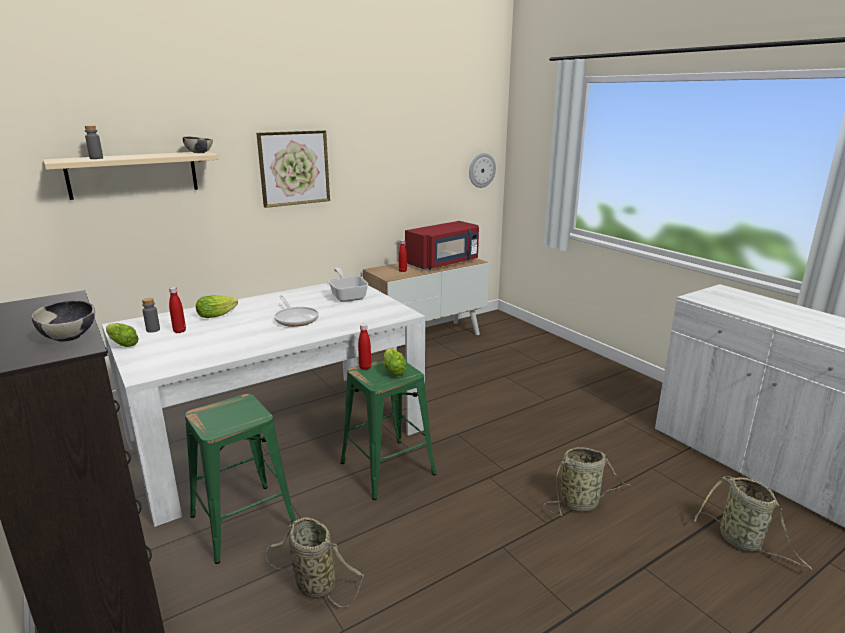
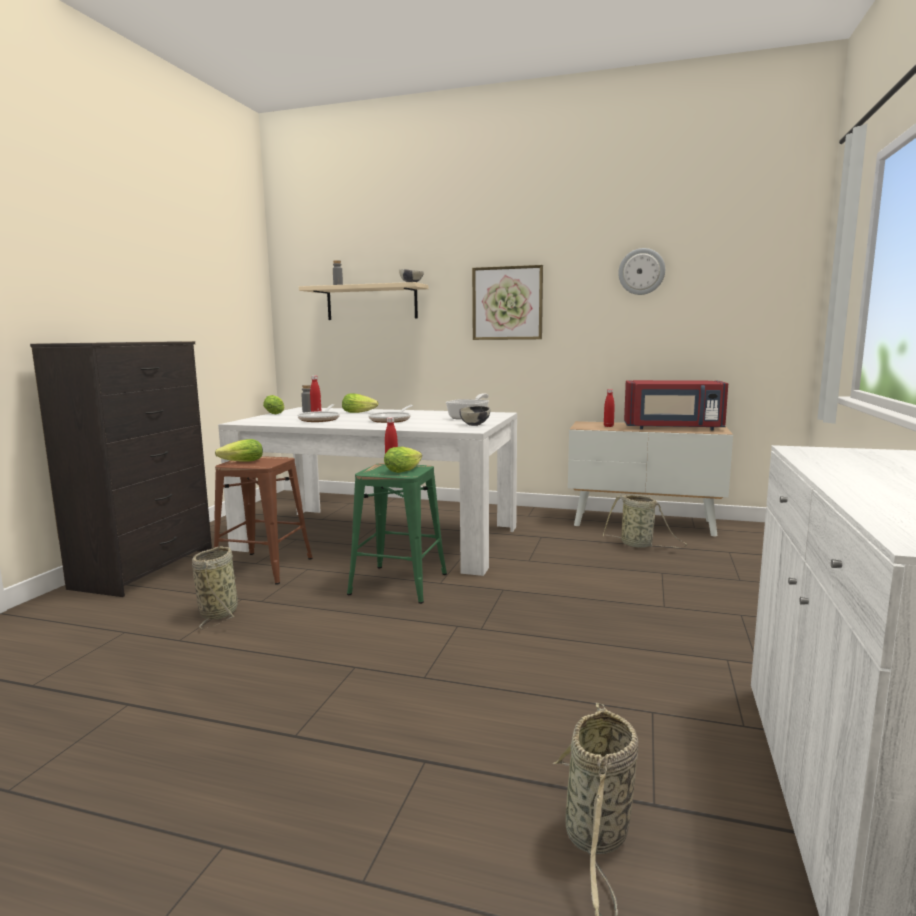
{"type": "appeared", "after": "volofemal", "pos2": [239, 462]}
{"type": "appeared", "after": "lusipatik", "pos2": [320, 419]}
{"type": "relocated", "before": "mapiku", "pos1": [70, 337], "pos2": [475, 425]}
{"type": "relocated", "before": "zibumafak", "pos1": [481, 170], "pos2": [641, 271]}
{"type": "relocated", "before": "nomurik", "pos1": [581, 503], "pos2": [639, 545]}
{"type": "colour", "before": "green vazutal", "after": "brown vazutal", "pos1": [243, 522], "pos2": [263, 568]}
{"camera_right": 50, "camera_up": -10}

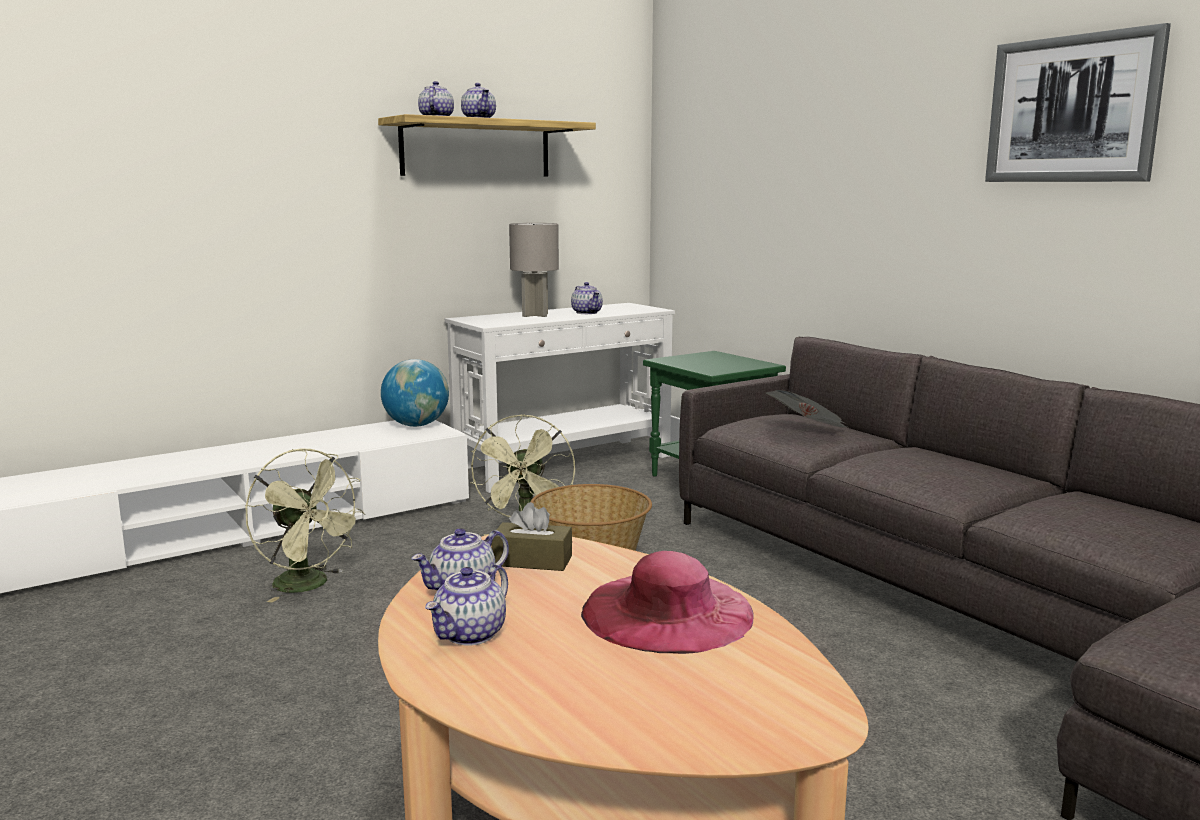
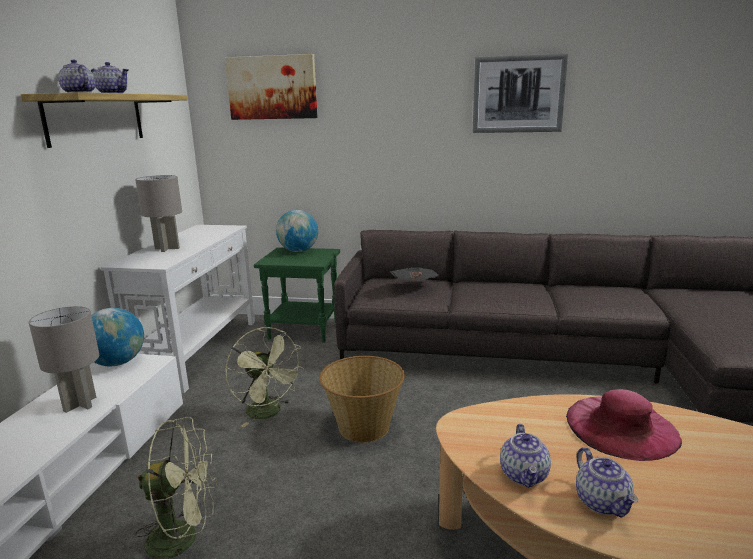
{"type": "missing", "before": "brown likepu", "pos1": [532, 561]}
{"type": "missing", "before": "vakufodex", "pos1": [587, 313]}
{"type": "appeared", "after": "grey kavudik", "pos2": [80, 404]}
{"type": "appeared", "after": "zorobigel", "pos2": [272, 87]}
{"type": "appeared", "after": "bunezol", "pos2": [298, 251]}
{"camera_right": -45, "camera_up": 5}

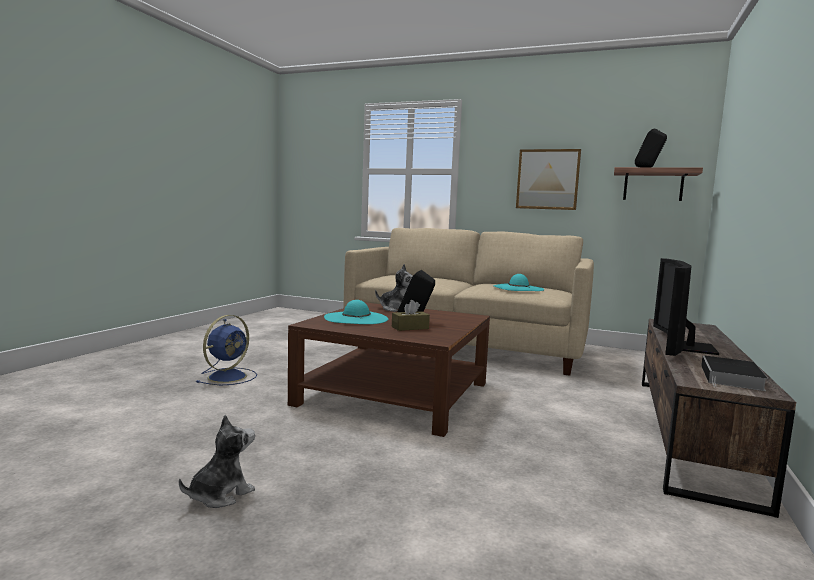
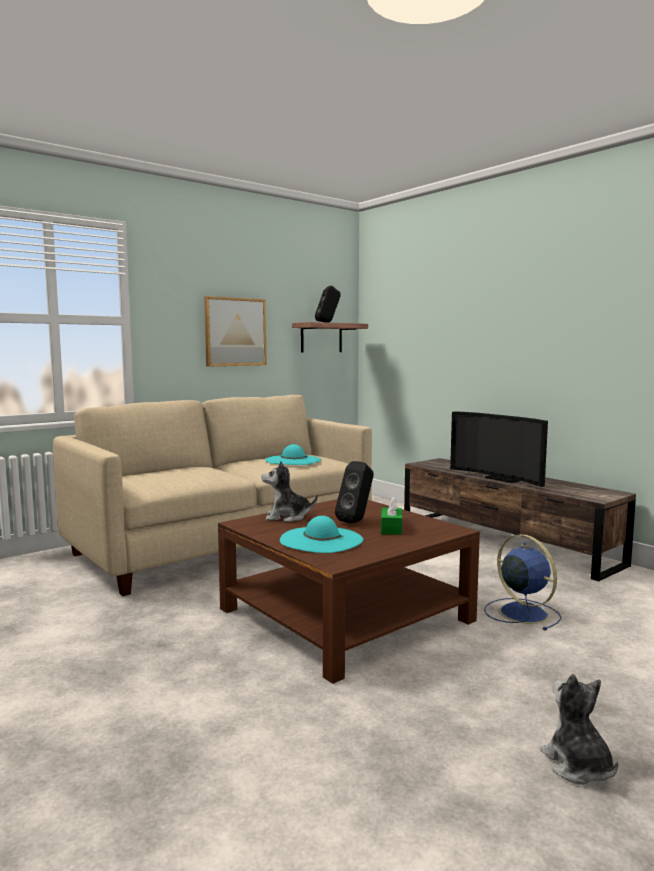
{"type": "missing", "before": "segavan", "pos1": [732, 378]}
{"type": "relocated", "before": "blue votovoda", "pos1": [228, 376], "pos2": [521, 612]}
{"type": "colour", "before": "brown likepu", "after": "green likepu", "pos1": [410, 328], "pos2": [391, 528]}
{"type": "spun", "before": "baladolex", "pos1": [397, 309], "pos2": [287, 517], "turn": -135}
{"camera_right": -60, "camera_up": 0}

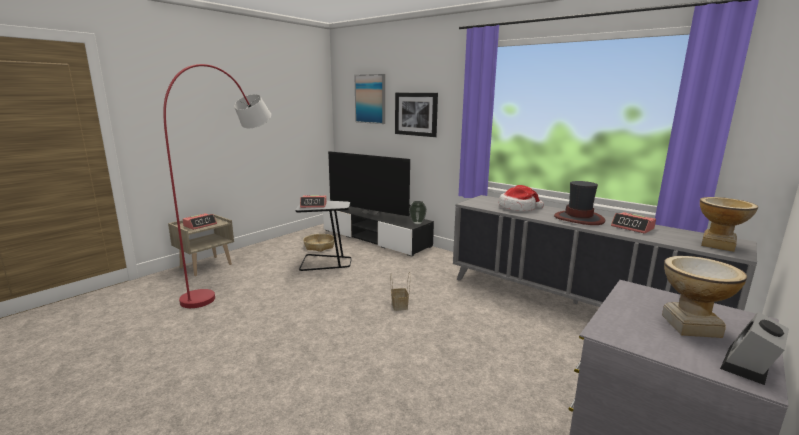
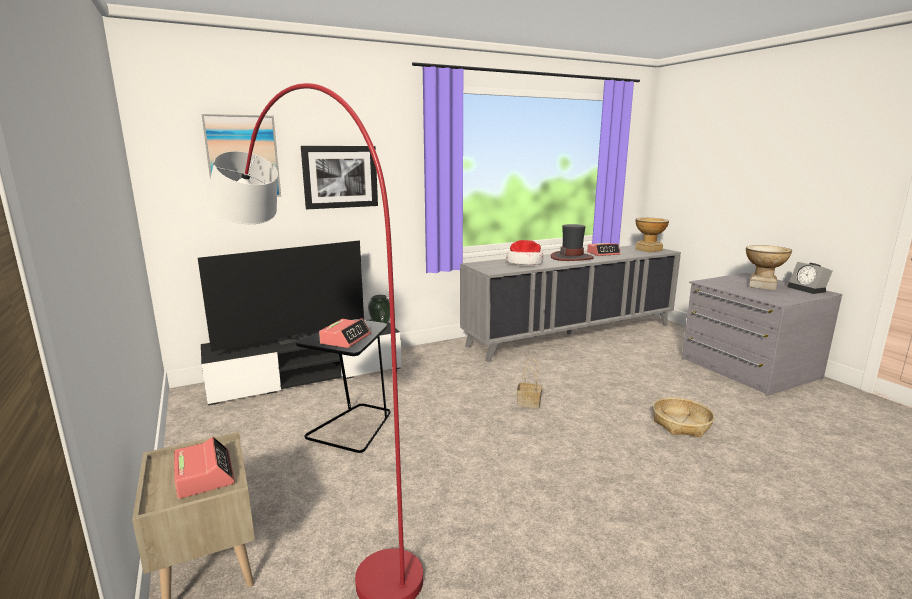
{"type": "relocated", "before": "nomurik", "pos1": [319, 246], "pos2": [680, 424]}
{"camera_right": -65, "camera_up": 0}

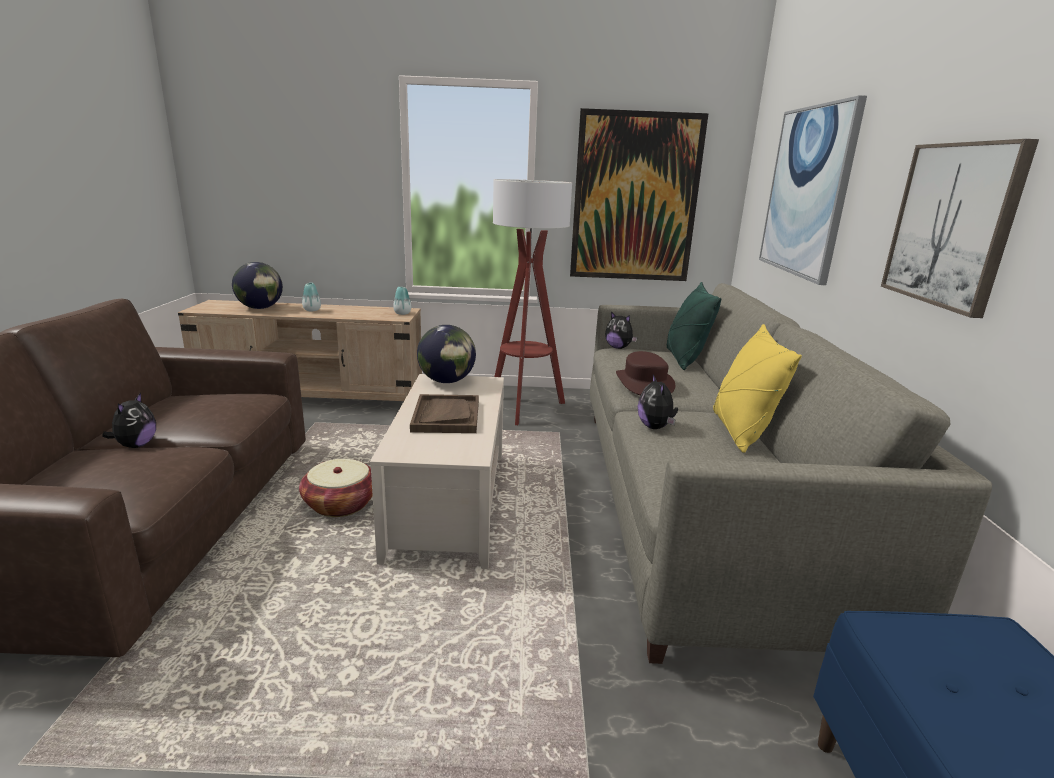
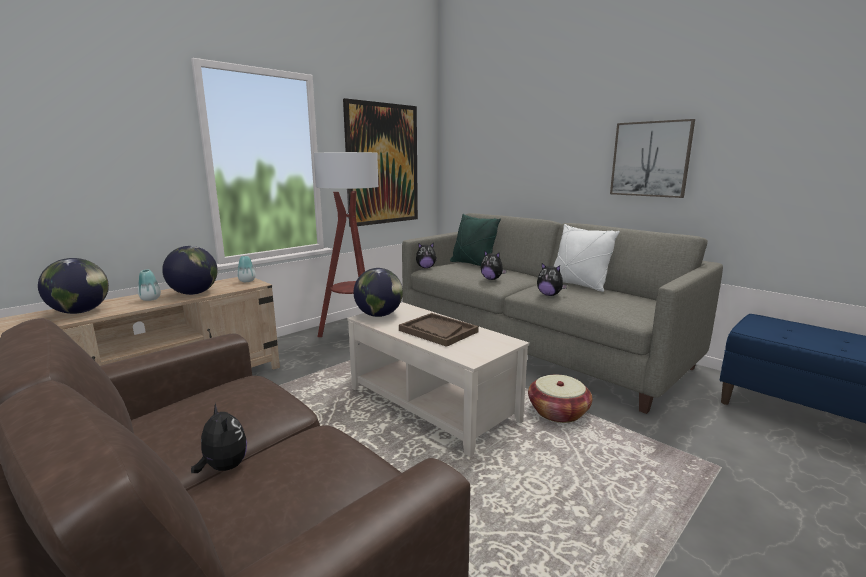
{"type": "missing", "before": "zorobigel", "pos1": [807, 192]}
{"type": "appeared", "after": "bunezol", "pos2": [194, 293]}
{"type": "relocated", "before": "nomurik", "pos1": [341, 504], "pos2": [558, 412]}
{"type": "exchanged", "before": "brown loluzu", "after": "baladolex", "pos1": [644, 383], "pos2": [492, 279]}
{"type": "colour", "before": "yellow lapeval", "after": "white lapeval", "pos1": [740, 432], "pos2": [578, 285]}
{"camera_right": -45, "camera_up": -5}

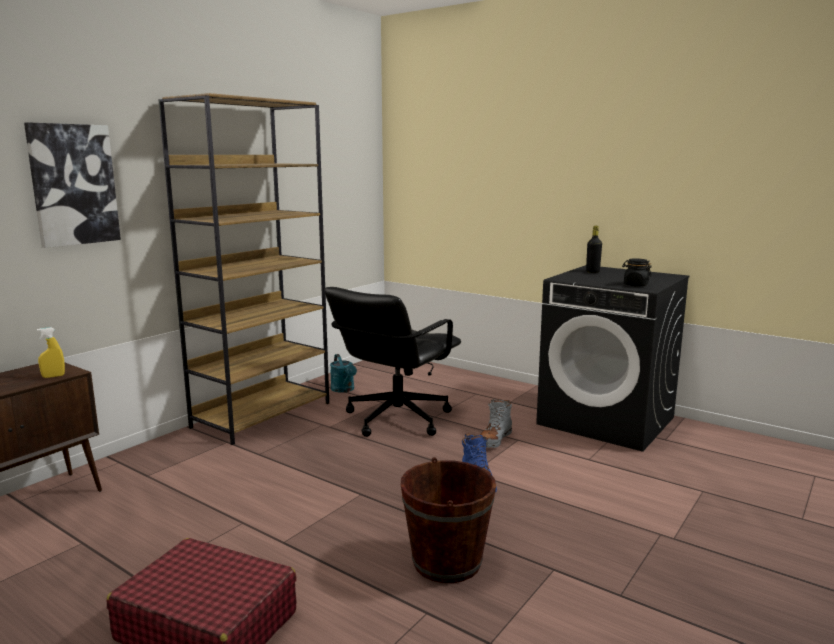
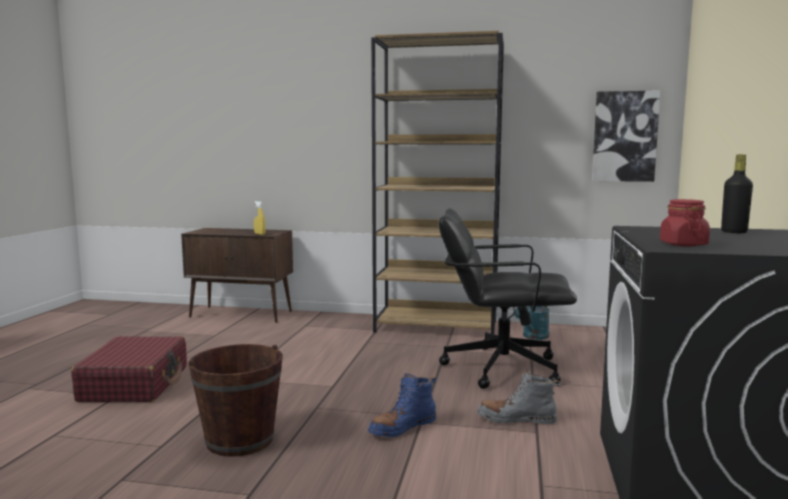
{"type": "relocated", "before": "zorobigel", "pos1": [73, 185], "pos2": [624, 136]}
{"type": "colour", "before": "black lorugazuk", "after": "red lorugazuk", "pos1": [635, 285], "pos2": [683, 244]}
{"camera_right": 65, "camera_up": -5}

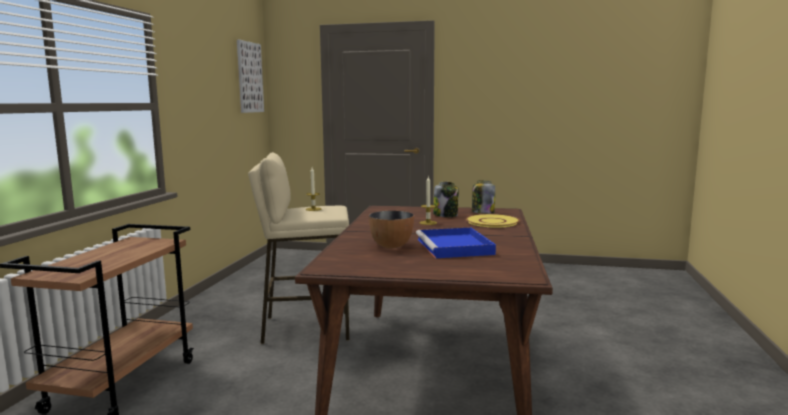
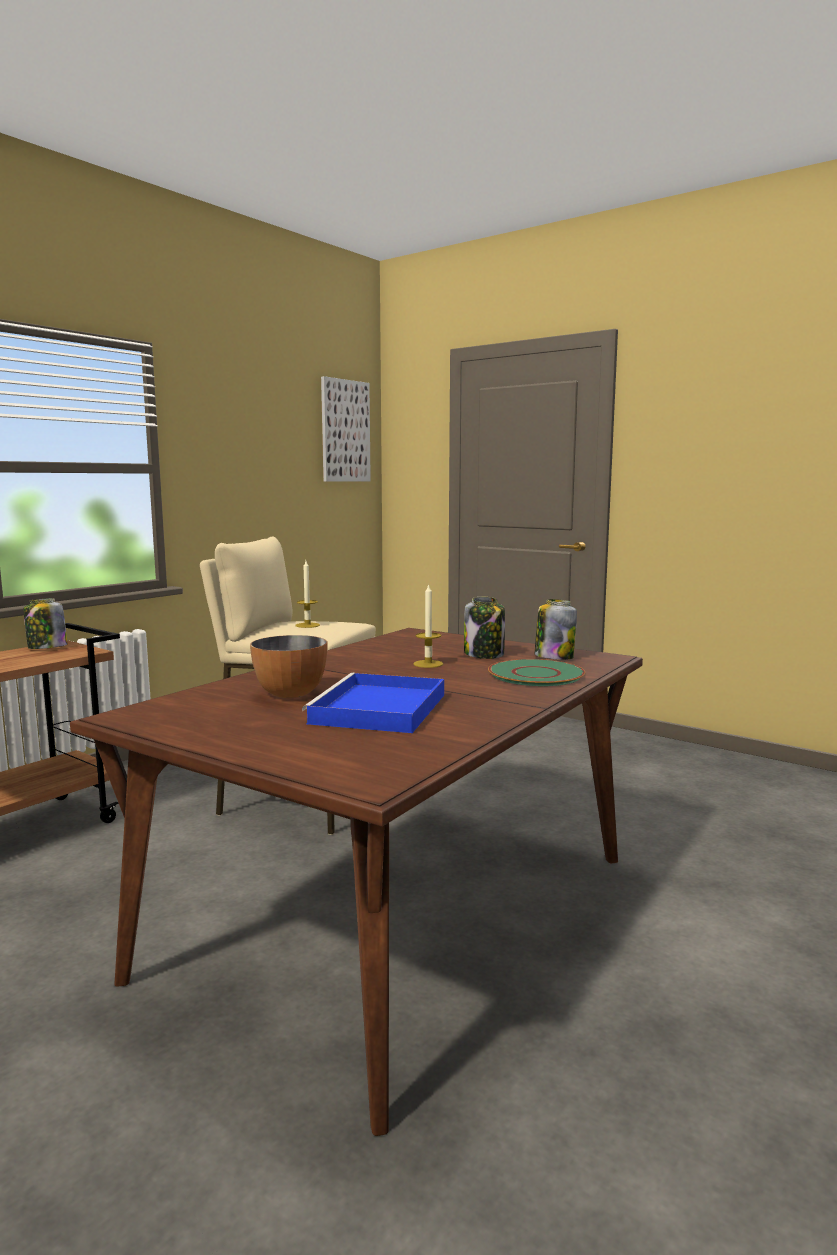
{"type": "appeared", "after": "lorugazuk", "pos2": [46, 647]}
{"type": "colour", "before": "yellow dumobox", "after": "green dumobox", "pos1": [492, 222], "pos2": [536, 674]}
{"camera_right": 25, "camera_up": 0}

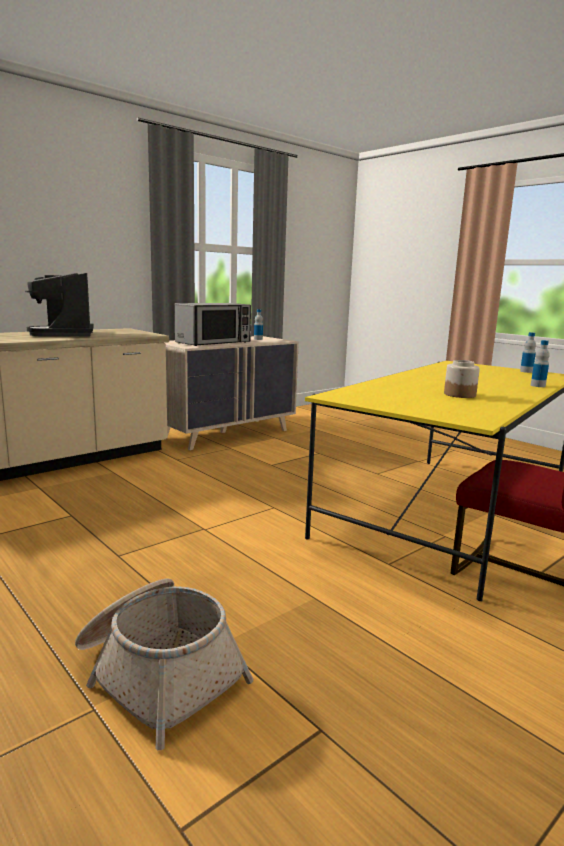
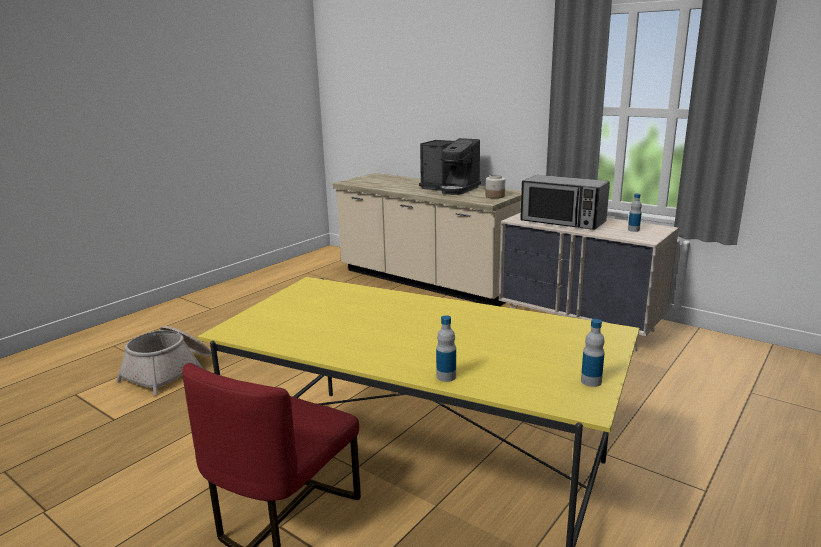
{"type": "relocated", "before": "lorugazuk", "pos1": [460, 395], "pos2": [495, 196]}
{"type": "spun", "before": "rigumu", "pos1": [67, 334], "pos2": [450, 189], "turn": -120}
{"camera_right": 80, "camera_up": 5}

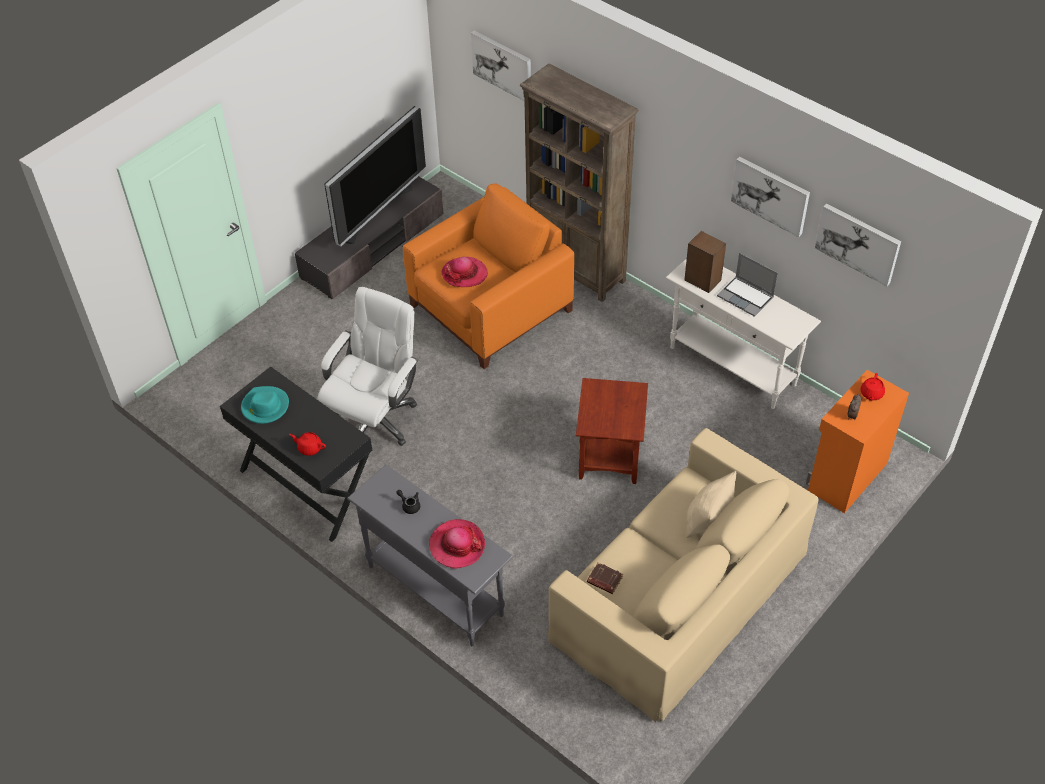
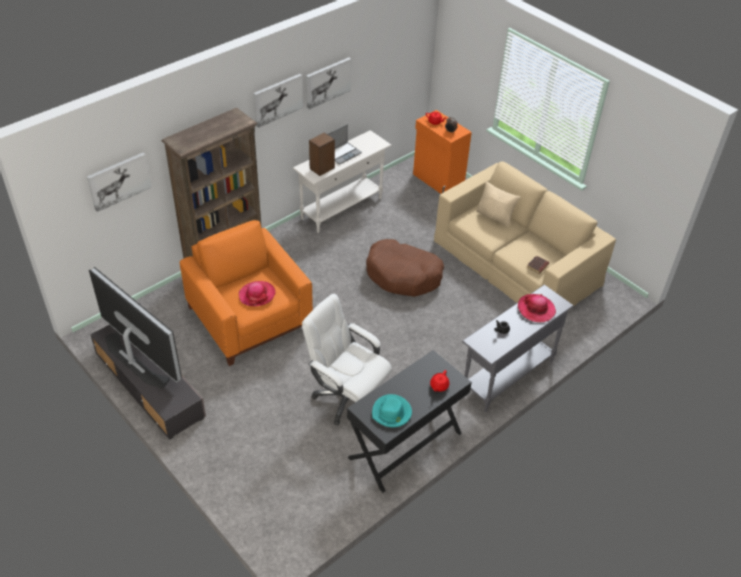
{"type": "relocated", "before": "zorobigel", "pos1": [858, 243], "pos2": [277, 99]}
{"type": "exchanged", "before": "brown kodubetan", "after": "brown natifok", "pos1": [608, 453], "pos2": [403, 275]}
{"camera_right": -85, "camera_up": -5}

